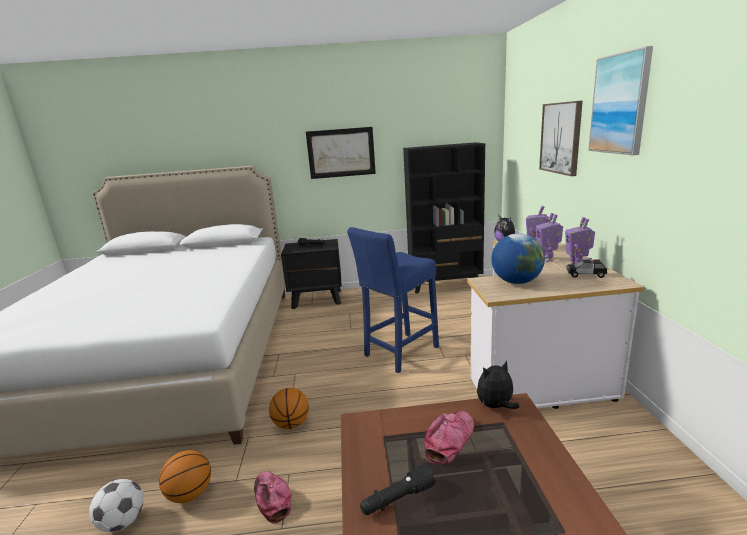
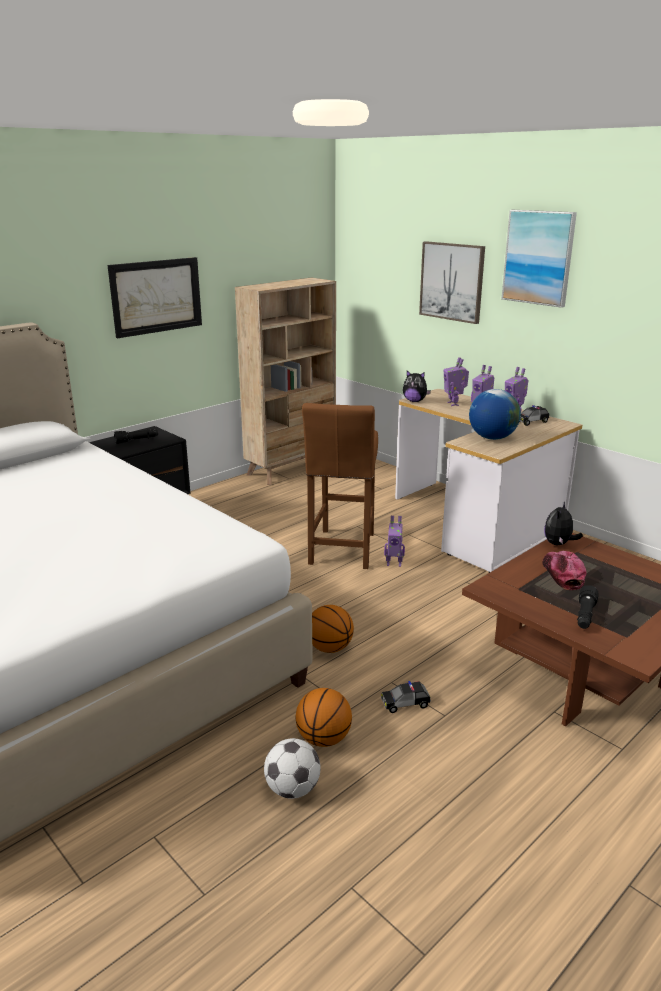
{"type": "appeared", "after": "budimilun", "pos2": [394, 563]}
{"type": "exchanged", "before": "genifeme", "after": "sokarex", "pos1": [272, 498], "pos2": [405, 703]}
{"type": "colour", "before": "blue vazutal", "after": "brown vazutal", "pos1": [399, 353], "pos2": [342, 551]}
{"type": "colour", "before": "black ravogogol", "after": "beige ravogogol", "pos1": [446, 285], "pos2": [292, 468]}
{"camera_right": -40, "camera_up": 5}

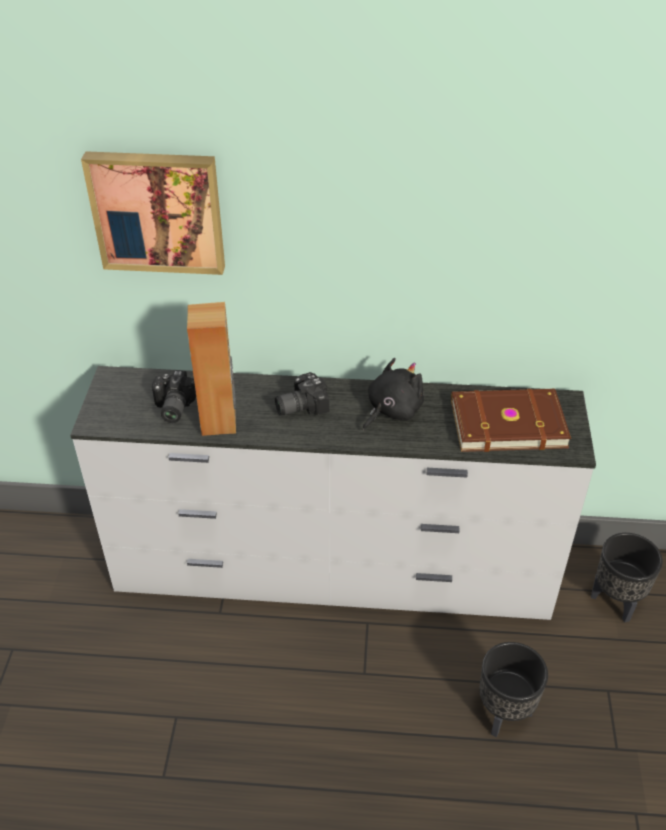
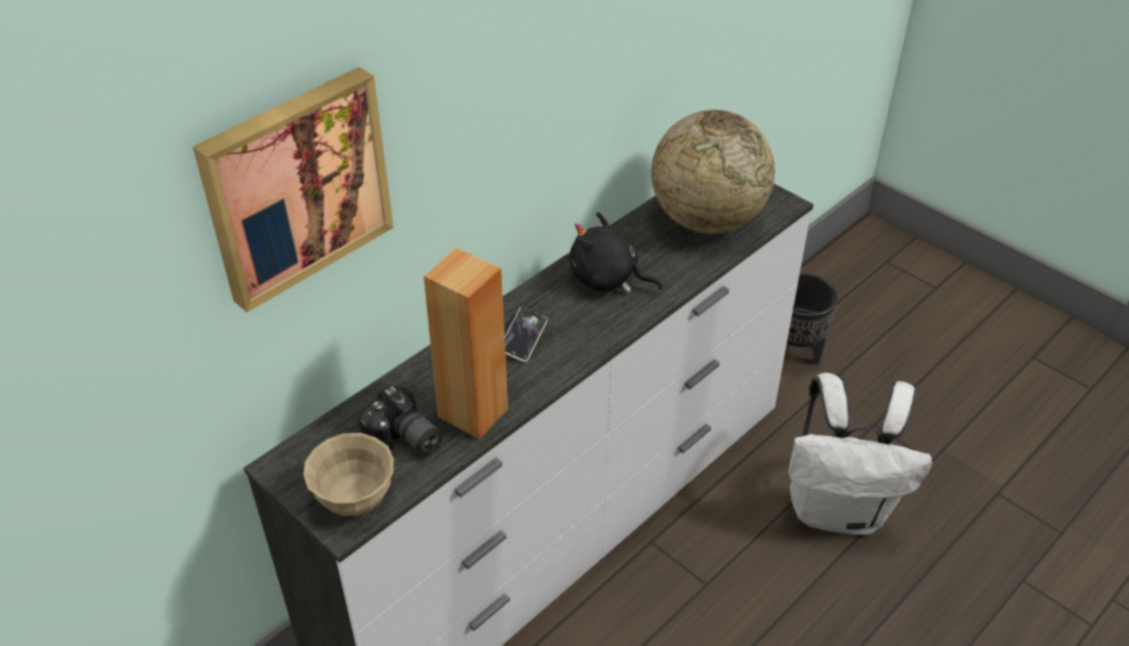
{"type": "appeared", "after": "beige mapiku", "pos2": [355, 498]}
{"type": "exchanged", "before": "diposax", "after": "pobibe", "pos1": [300, 405], "pos2": [523, 337]}
{"type": "exchanged", "before": "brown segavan", "after": "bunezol", "pos1": [506, 422], "pos2": [707, 219]}
{"type": "exchanged", "before": "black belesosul", "after": "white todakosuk", "pos1": [504, 714], "pos2": [839, 510]}
{"type": "spun", "before": "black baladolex", "pos1": [392, 410], "pos2": [607, 279], "turn": -60}
{"camera_right": -50, "camera_up": 0}

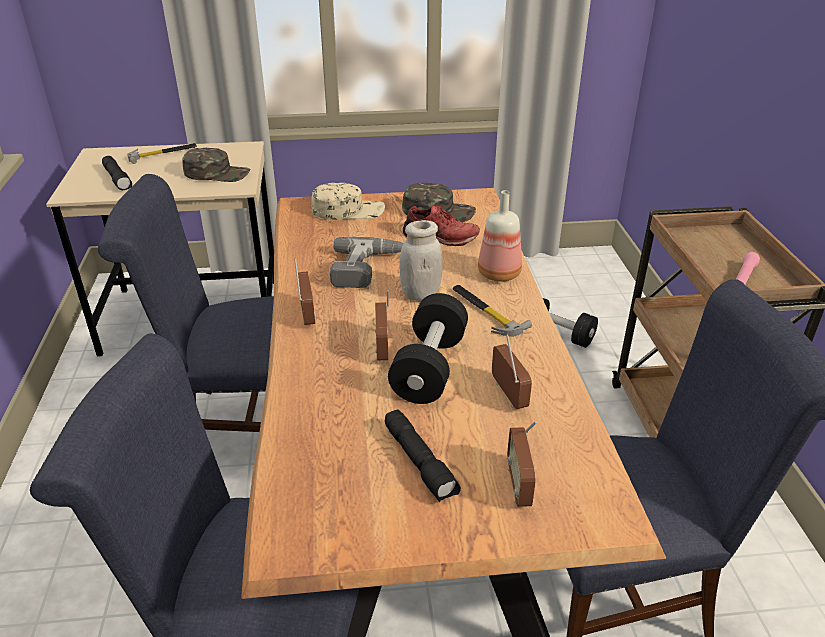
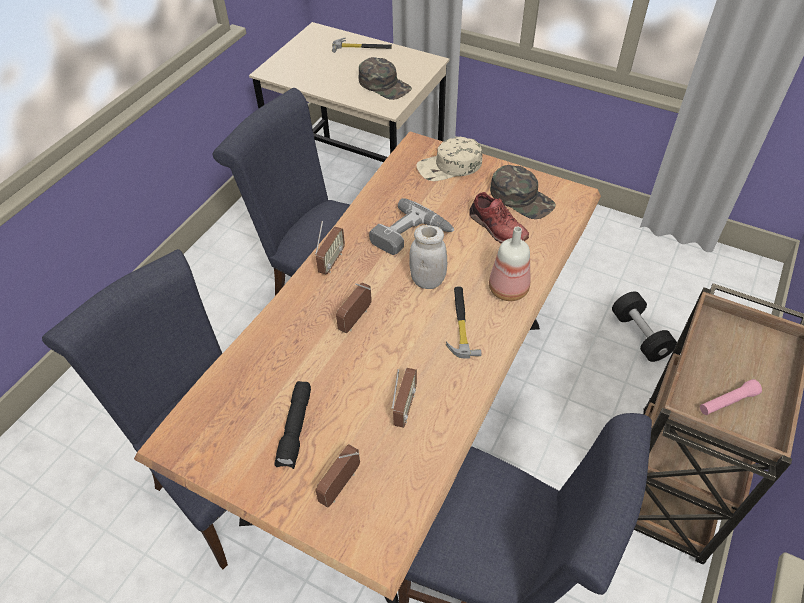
{"type": "missing", "before": "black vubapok", "pos1": [118, 179]}
{"type": "missing", "before": "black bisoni", "pos1": [429, 368]}
{"type": "spun", "before": "beige genifeme", "pos1": [348, 210], "pos2": [449, 166], "turn": 135}
{"camera_right": 35, "camera_up": 15}

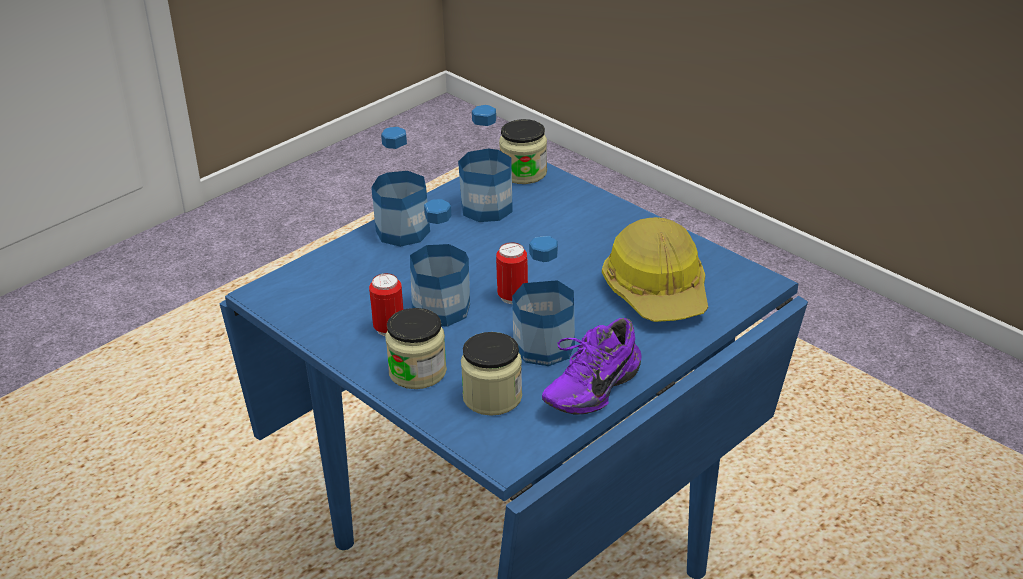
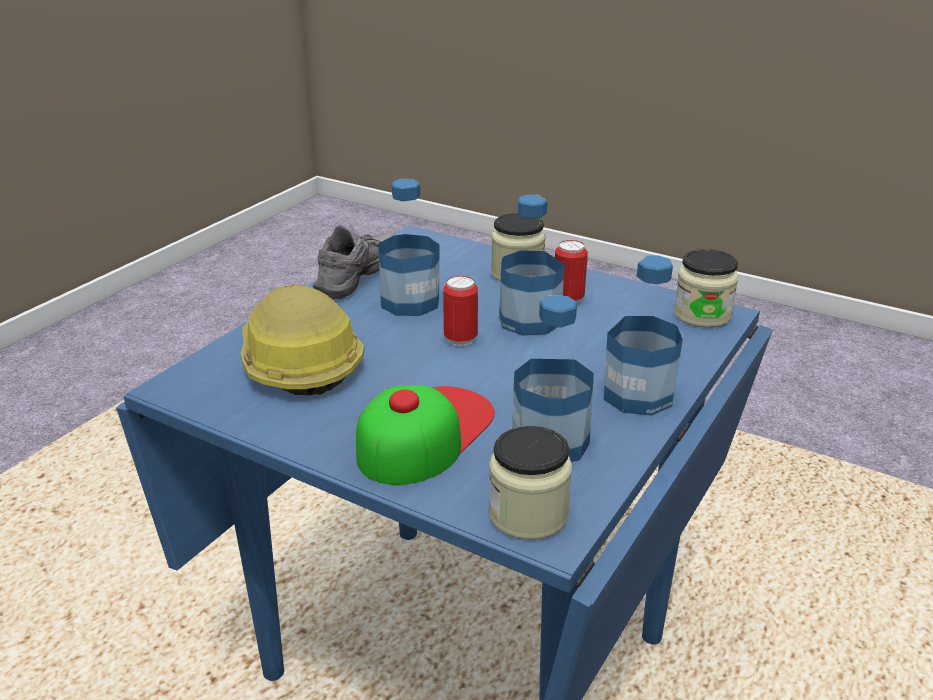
{"type": "appeared", "after": "genifeme", "pos2": [425, 433]}
{"type": "relocated", "before": "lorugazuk", "pos1": [492, 397], "pos2": [702, 315]}
{"type": "colour", "before": "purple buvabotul", "after": "grey buvabotul", "pos1": [589, 388], "pos2": [359, 279]}
{"camera_right": 165, "camera_up": -5}

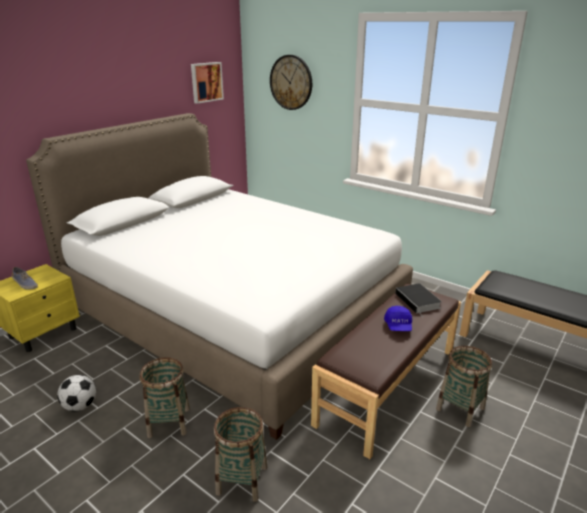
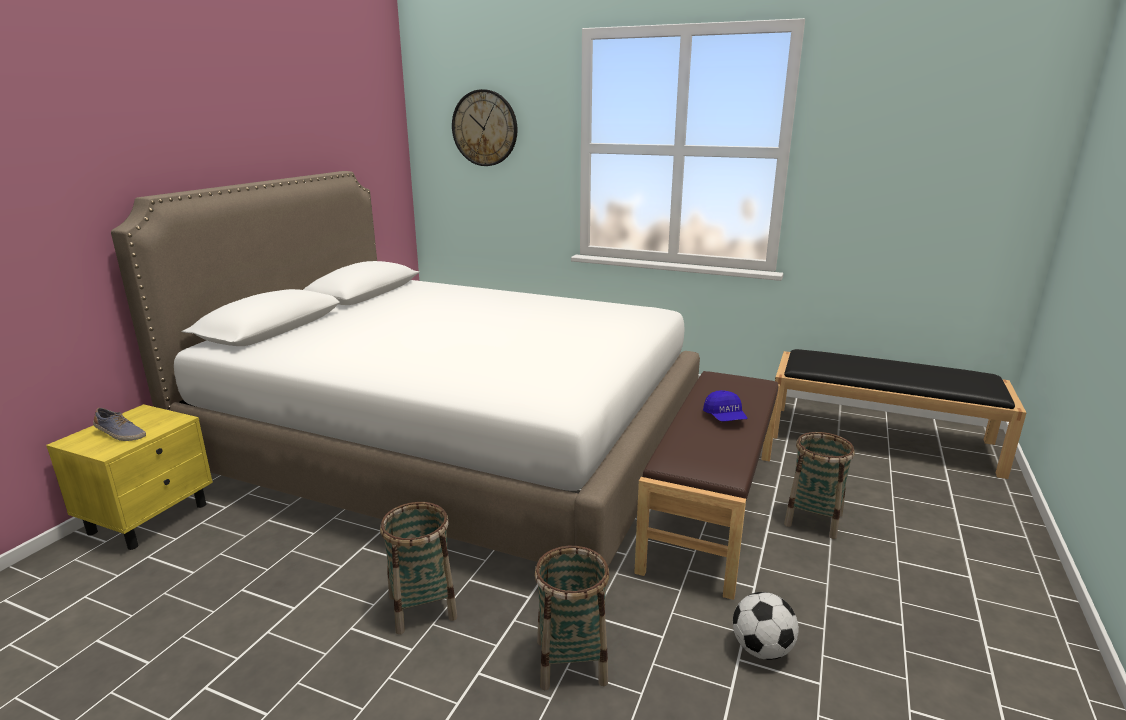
{"type": "missing", "before": "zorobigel", "pos1": [206, 82]}
{"type": "missing", "before": "segavan", "pos1": [418, 301]}
{"type": "relocated", "before": "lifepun", "pos1": [80, 406], "pos2": [761, 649]}
{"camera_right": -15, "camera_up": -5}

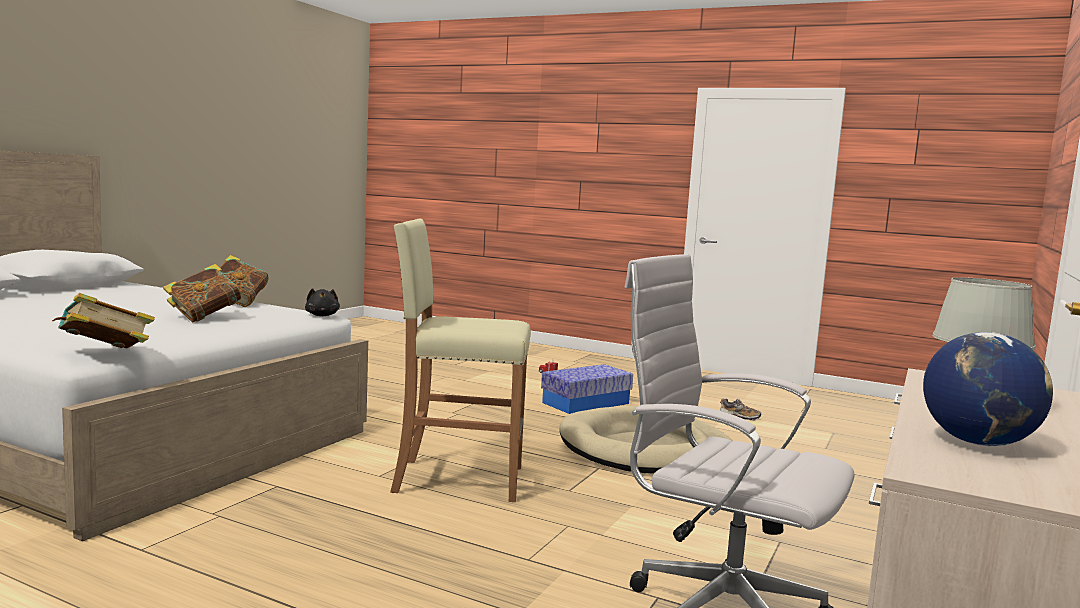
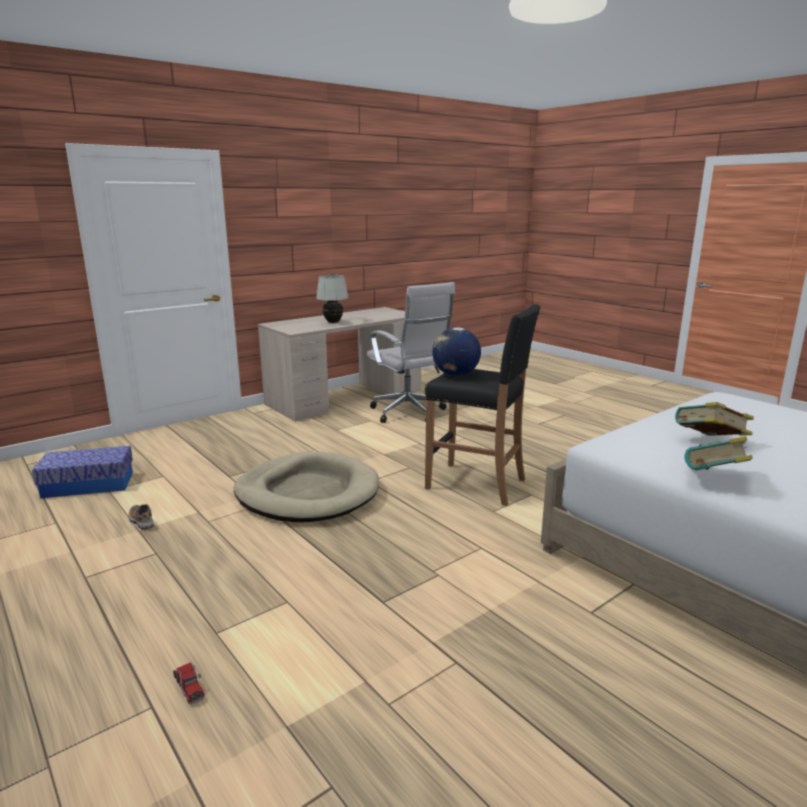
{"type": "missing", "before": "segavan", "pos1": [104, 354]}
{"type": "missing", "before": "black baladolex", "pos1": [322, 315]}
{"type": "relocated", "before": "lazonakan", "pos1": [586, 403], "pos2": [88, 485]}
{"type": "relocated", "before": "bunezol", "pos1": [978, 443], "pos2": [455, 375]}
{"type": "colour", "before": "beige vazutal", "after": "black vazutal", "pos1": [457, 479], "pos2": [477, 484]}
{"camera_right": -155, "camera_up": 10}

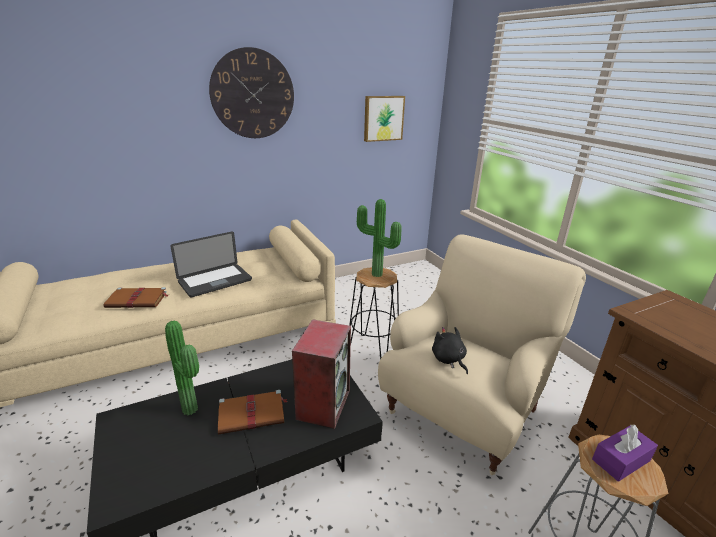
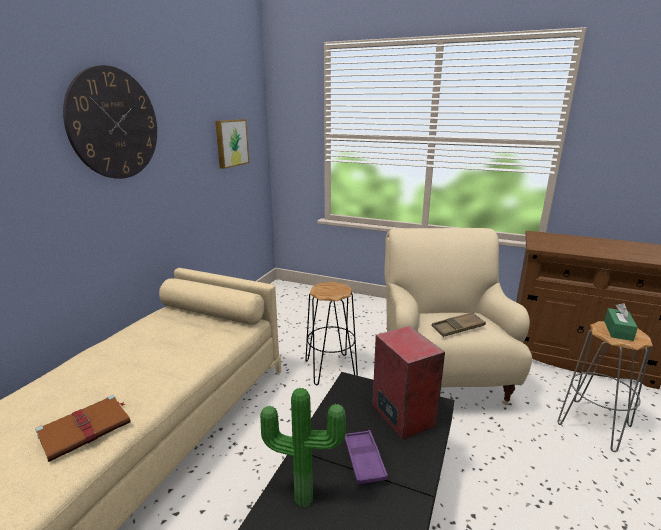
{"type": "missing", "before": "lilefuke", "pos1": [215, 281]}
{"type": "missing", "before": "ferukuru", "pos1": [376, 275]}
{"type": "exchanged", "before": "brown segavan", "after": "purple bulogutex", "pos1": [252, 414], "pos2": [364, 459]}
{"type": "exchanged", "before": "black baladolex", "after": "brown bulogutex", "pos1": [449, 359], "pos2": [458, 328]}
{"type": "colour", "before": "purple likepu", "after": "green likepu", "pos1": [621, 460], "pos2": [618, 330]}
{"camera_right": -40, "camera_up": -5}

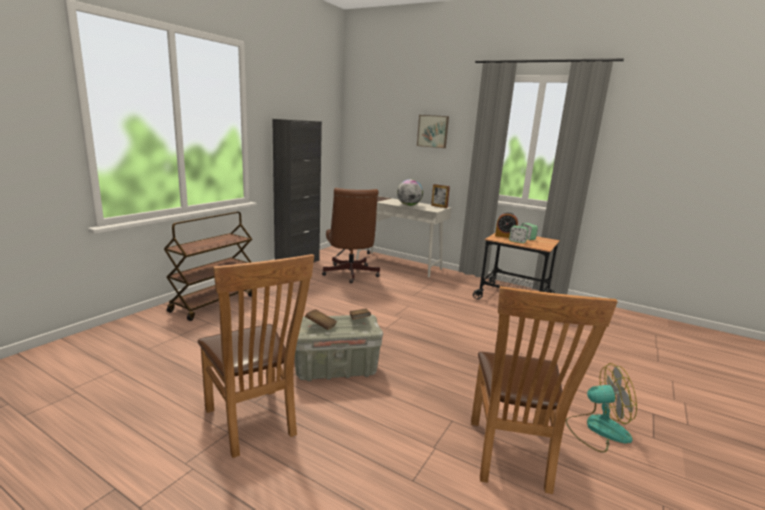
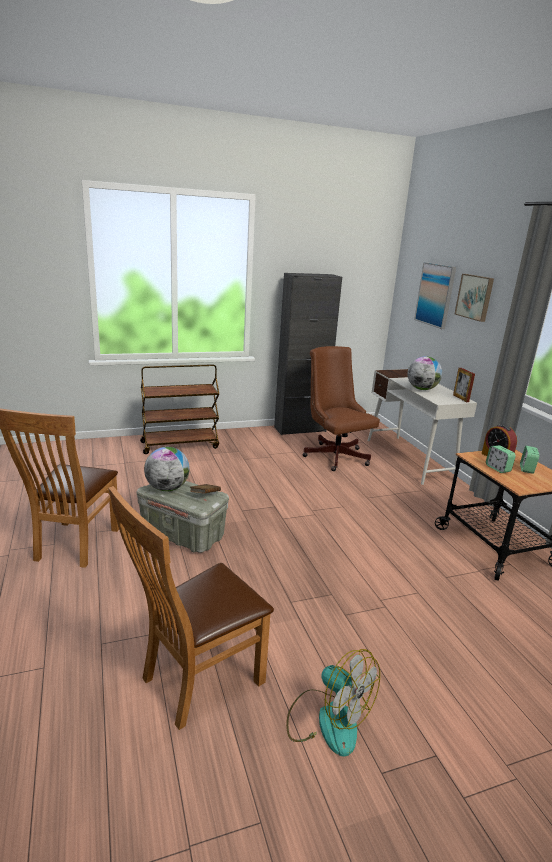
{"type": "appeared", "after": "zorobigel", "pos2": [435, 295]}
{"type": "exchanged", "before": "brown segavan", "after": "bunezol", "pos1": [321, 326], "pos2": [167, 488]}
{"type": "spun", "before": "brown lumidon", "pos1": [350, 274], "pos2": [334, 455], "turn": 120}
{"camera_right": 40, "camera_up": 5}

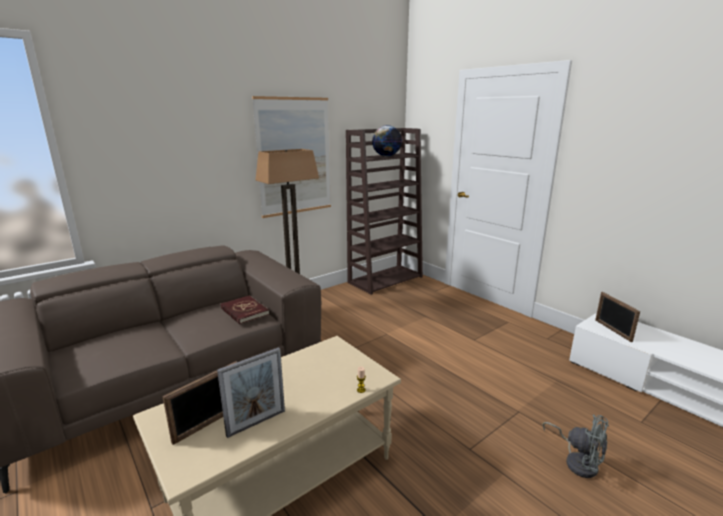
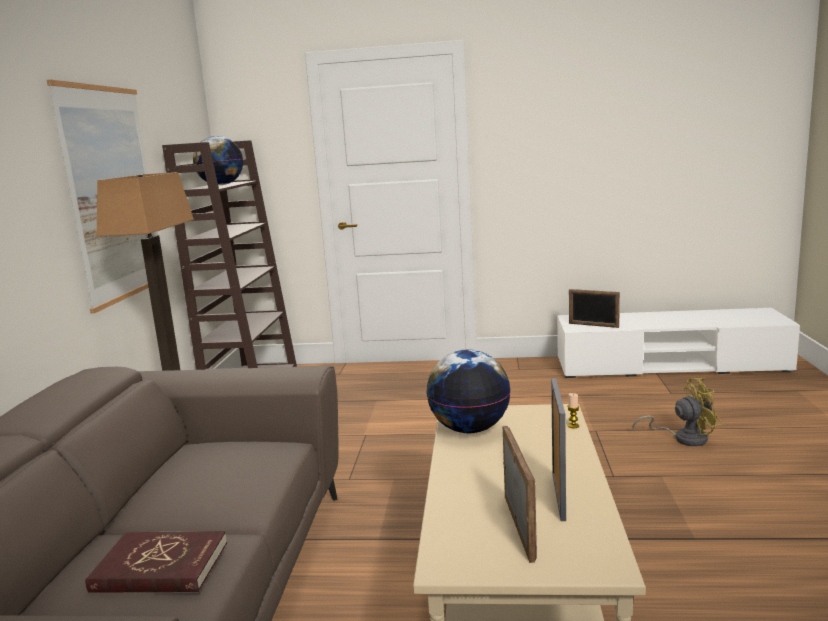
{"type": "appeared", "after": "bunezol", "pos2": [470, 429]}
{"type": "relocated", "before": "red segavan", "pos1": [244, 311], "pos2": [160, 567]}
{"type": "colour", "before": "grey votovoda", "after": "yellow votovoda", "pos1": [577, 461], "pos2": [683, 438]}
{"camera_right": -45, "camera_up": -5}

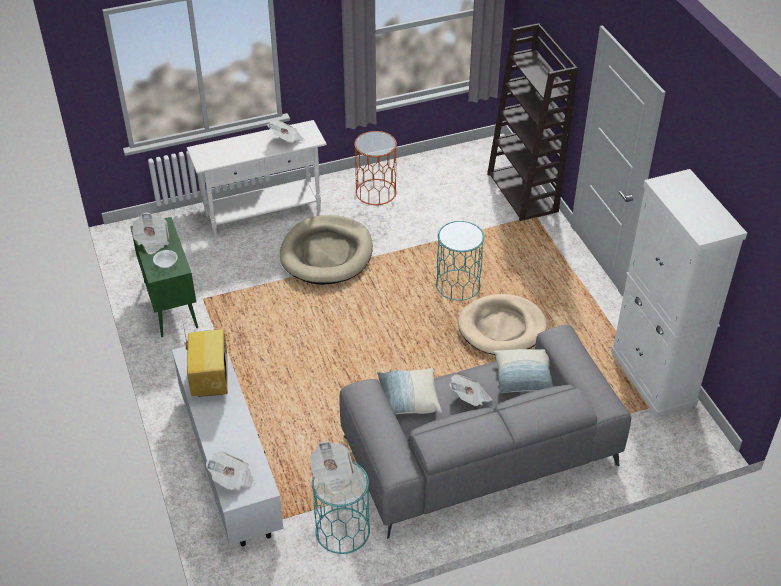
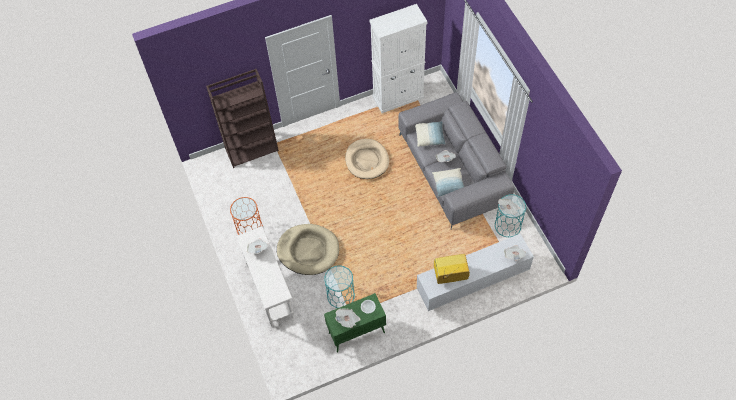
{"type": "relocated", "before": "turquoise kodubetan", "pos1": [458, 285], "pos2": [340, 295]}
{"camera_right": -90, "camera_up": 15}

